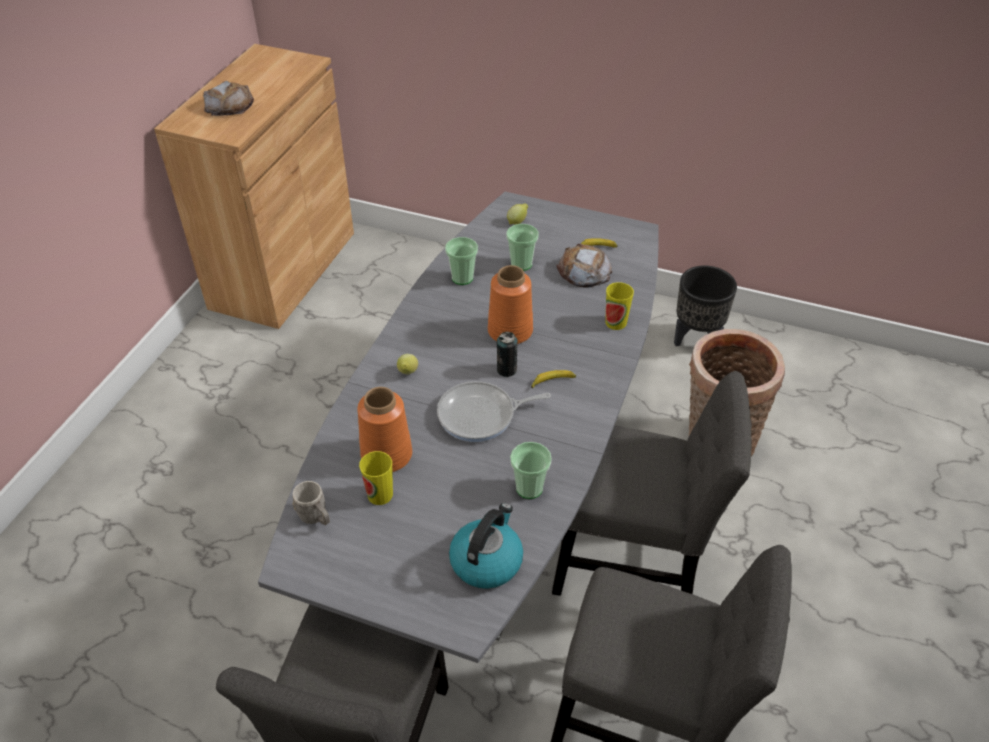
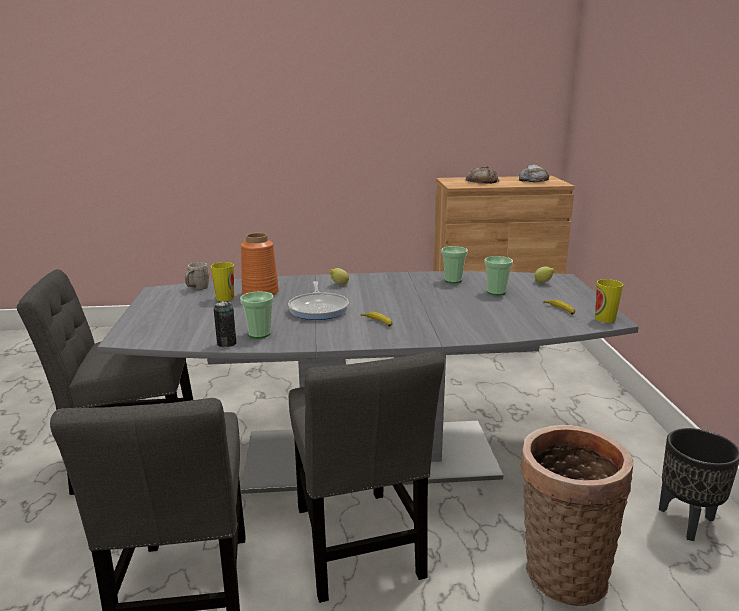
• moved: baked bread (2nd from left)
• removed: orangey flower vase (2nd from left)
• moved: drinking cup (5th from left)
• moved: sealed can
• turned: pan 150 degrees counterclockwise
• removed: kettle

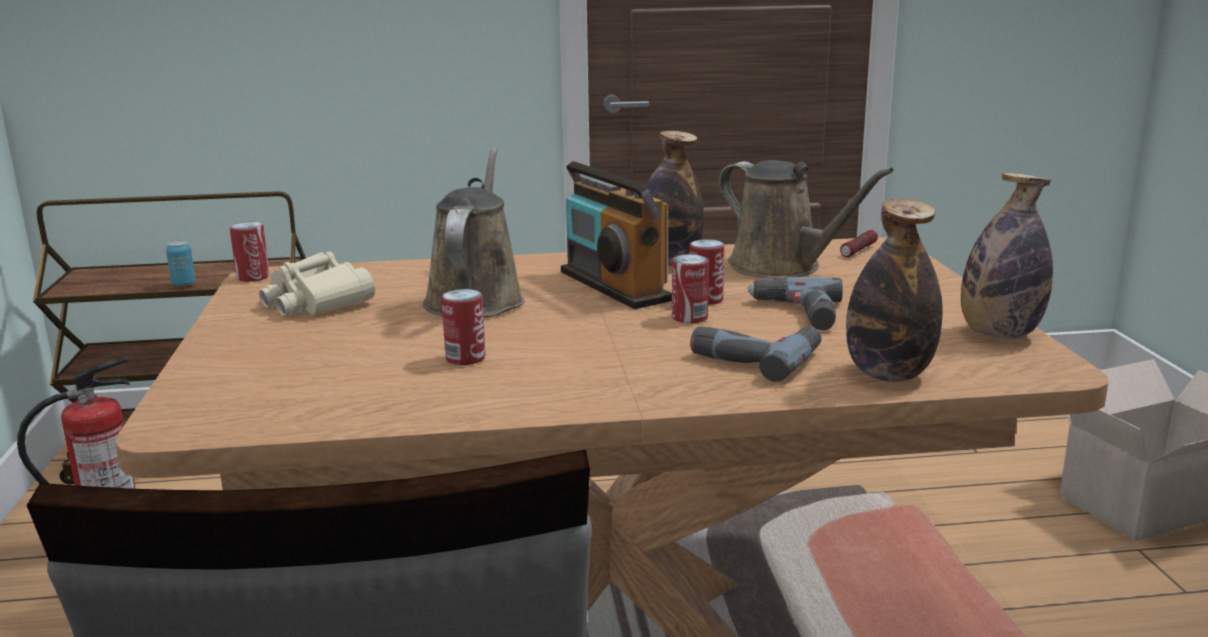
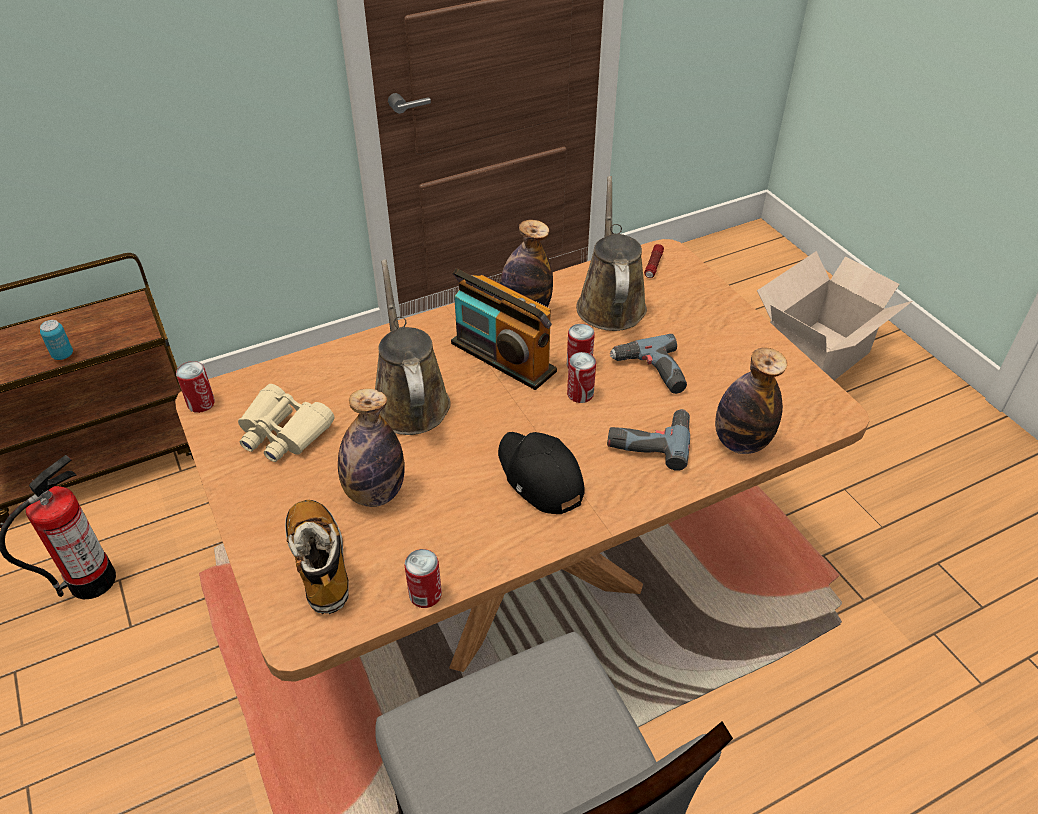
• turned: brownish watering pot (2nd from left) 120 degrees counterclockwise
• moved: drink bottle (3rd from left in the first image) to drink bottle (1st from left)
• moved: sealed can (3rd from left)
• added: blackish peaked cap
• added: high-top boot

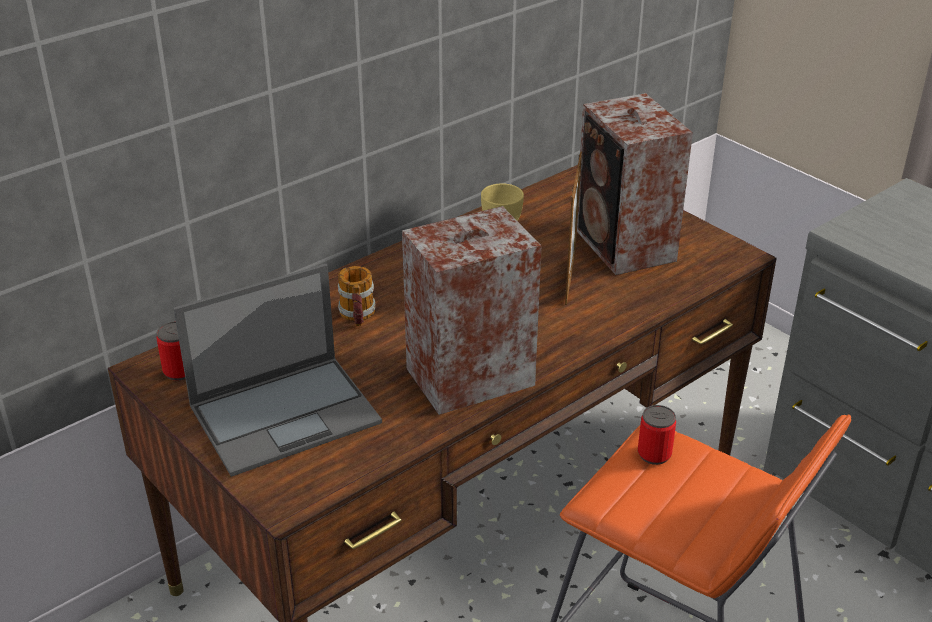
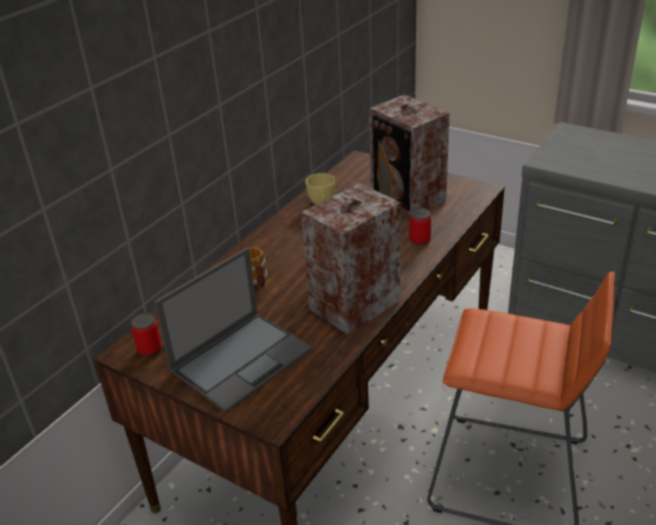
• moved: sealed can (2nd from left)

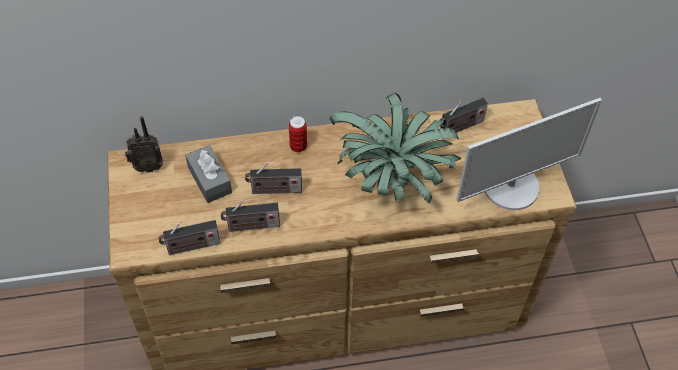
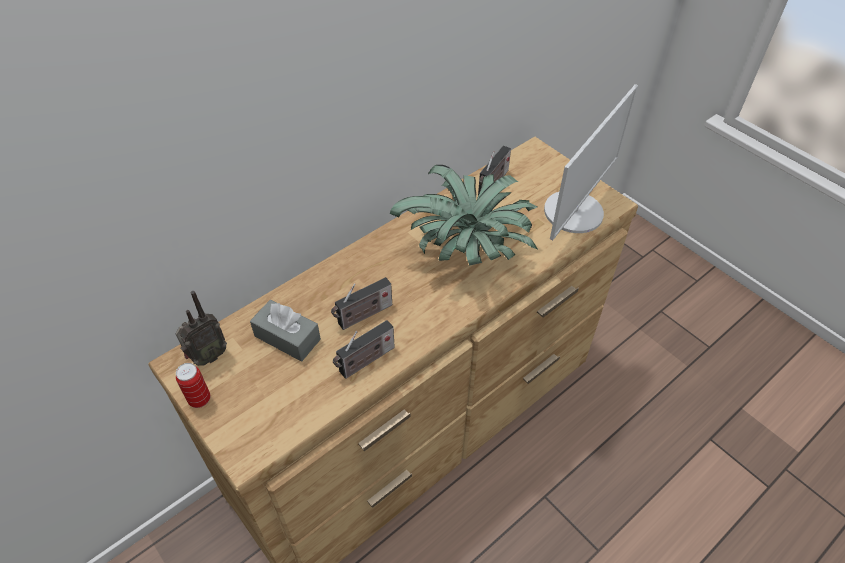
• moved: sealed can
• removed: radio set (2nd from left)

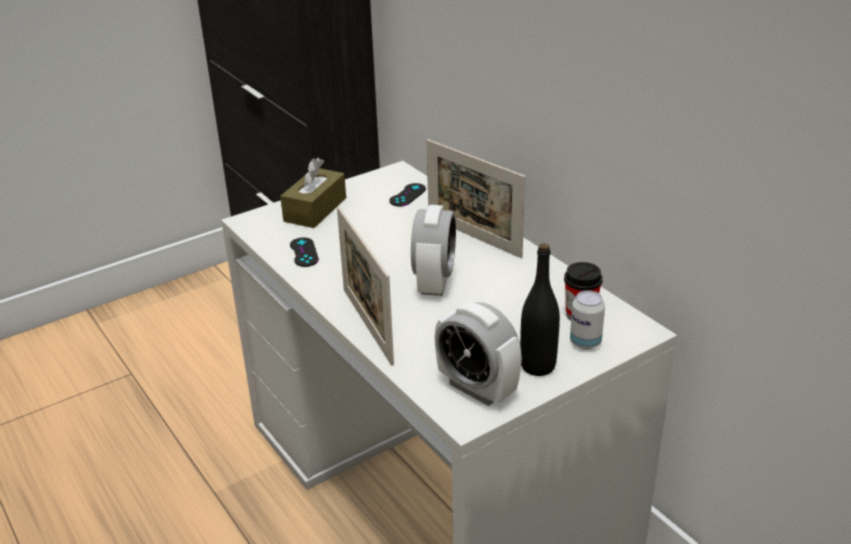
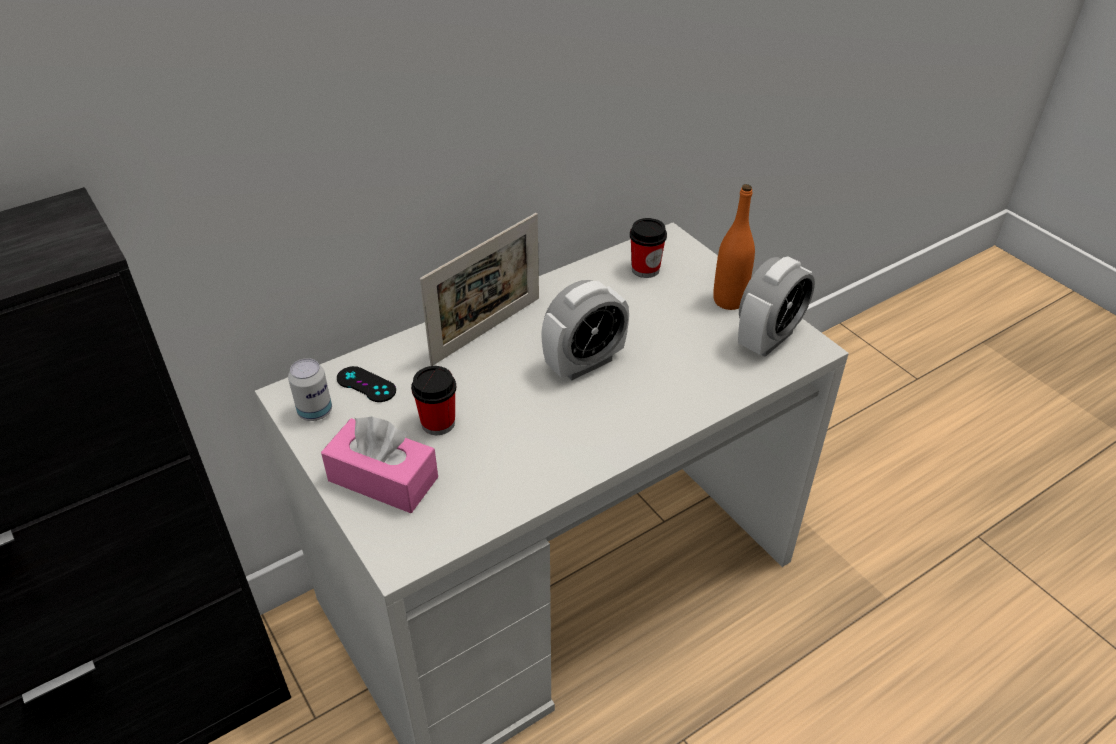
• recoloured: brownish tissue holder to pink-coloured tissue holder
• turned: alarm clock (1st from left) 135 degrees clockwise
• removed: standing frame (1st from left)
• removed: blackish gamepad (1st from left)
• recoloured: blackish drink bottle to orangey drink bottle
• moved: sealed can
• added: drinking cup (1st from left)

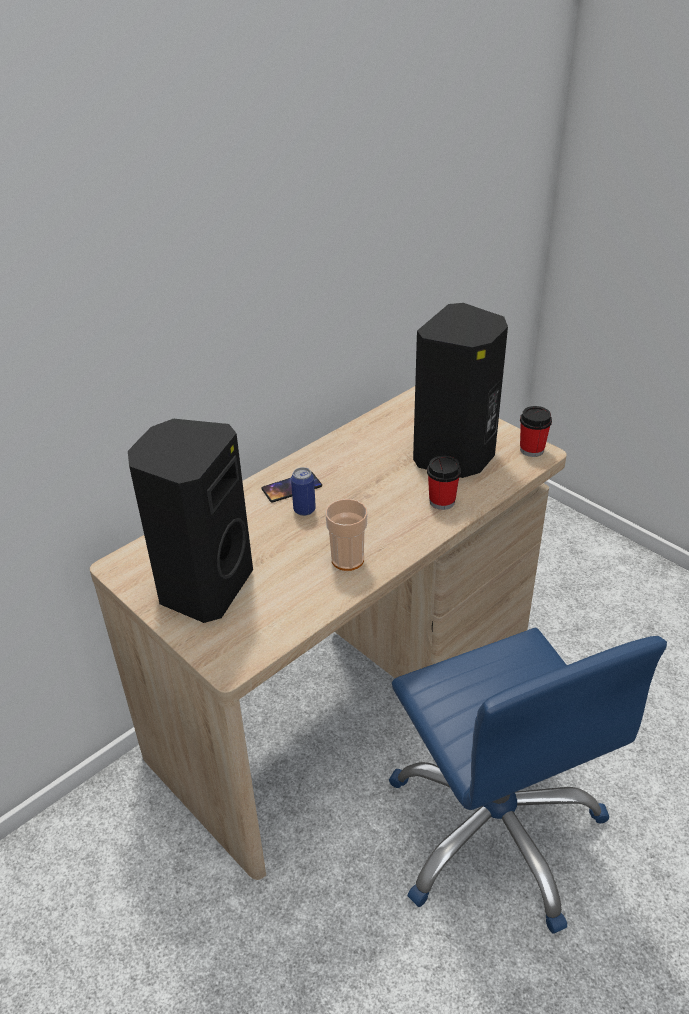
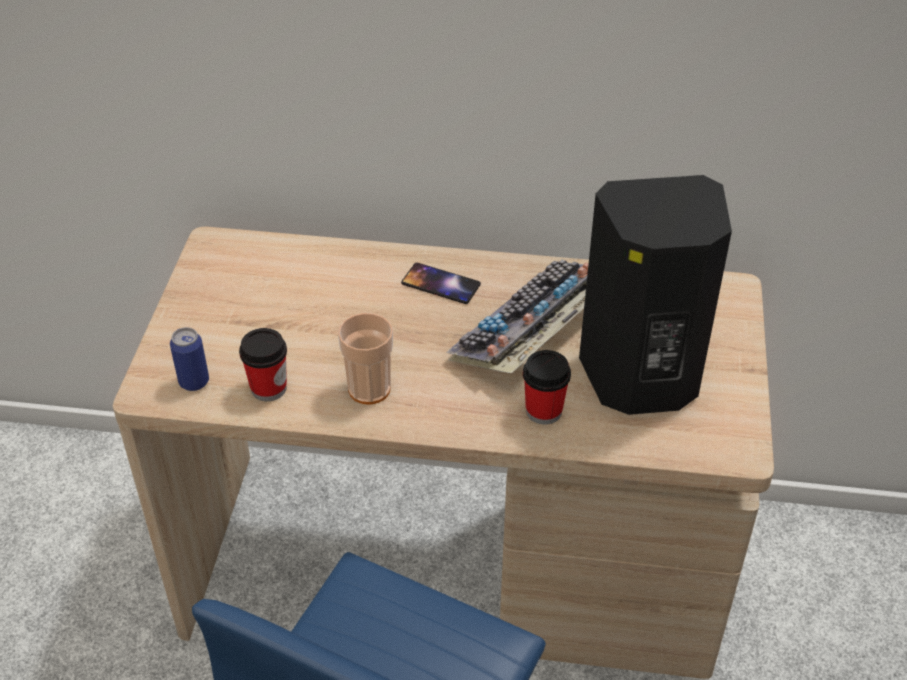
• moved: drinking cup (3rd from left in the first image) to drinking cup (1st from left)
• removed: blackish audio speaker (1st from left)
• moved: sealed can
• added: PC keyboard

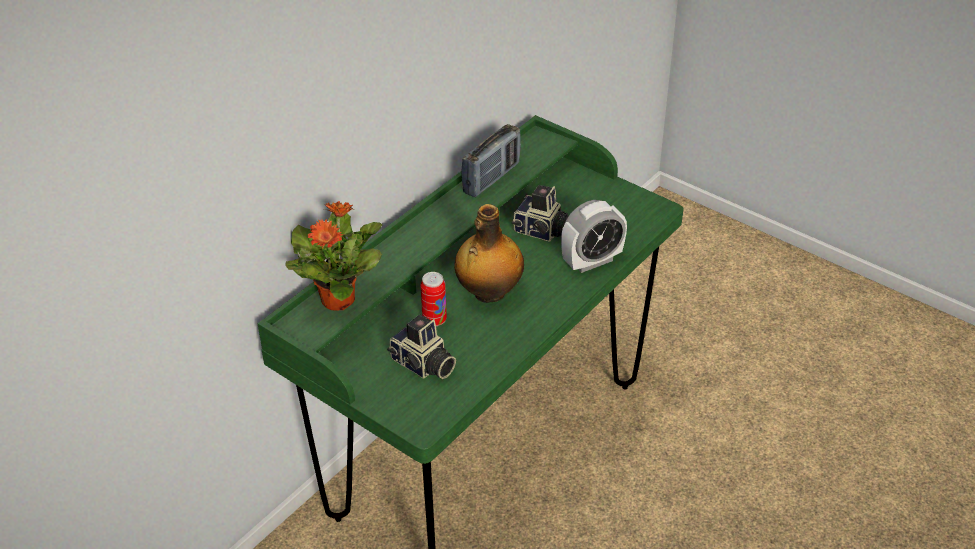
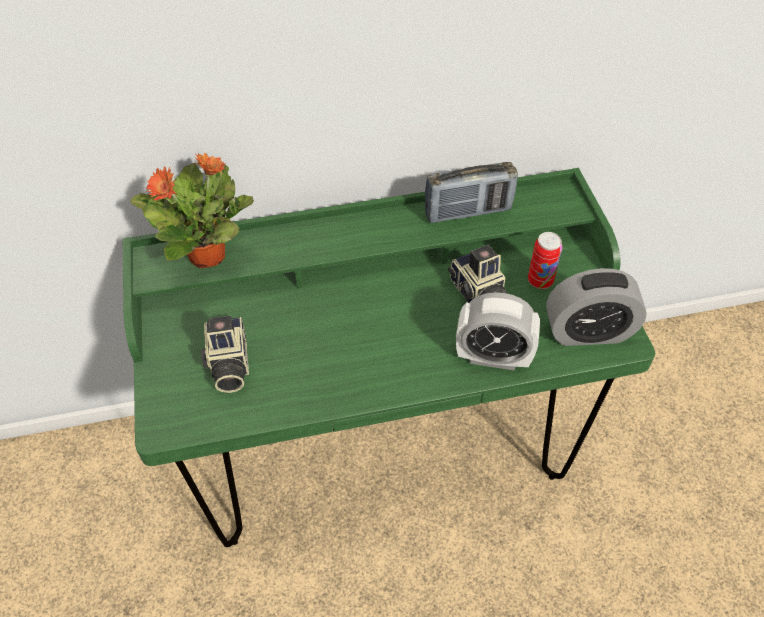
• removed: drink bottle
• moved: sealed can
• added: alarm clock (2nd from left)

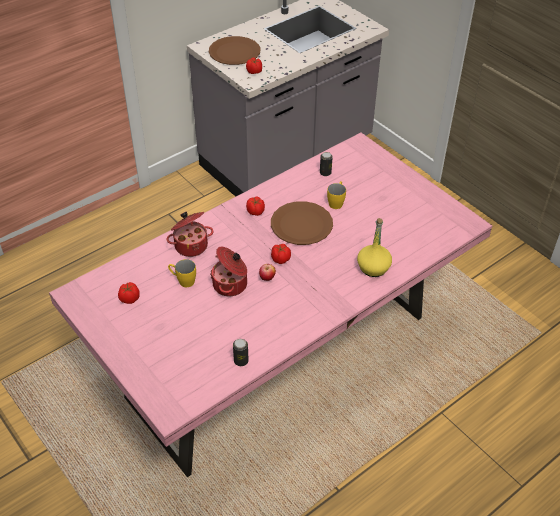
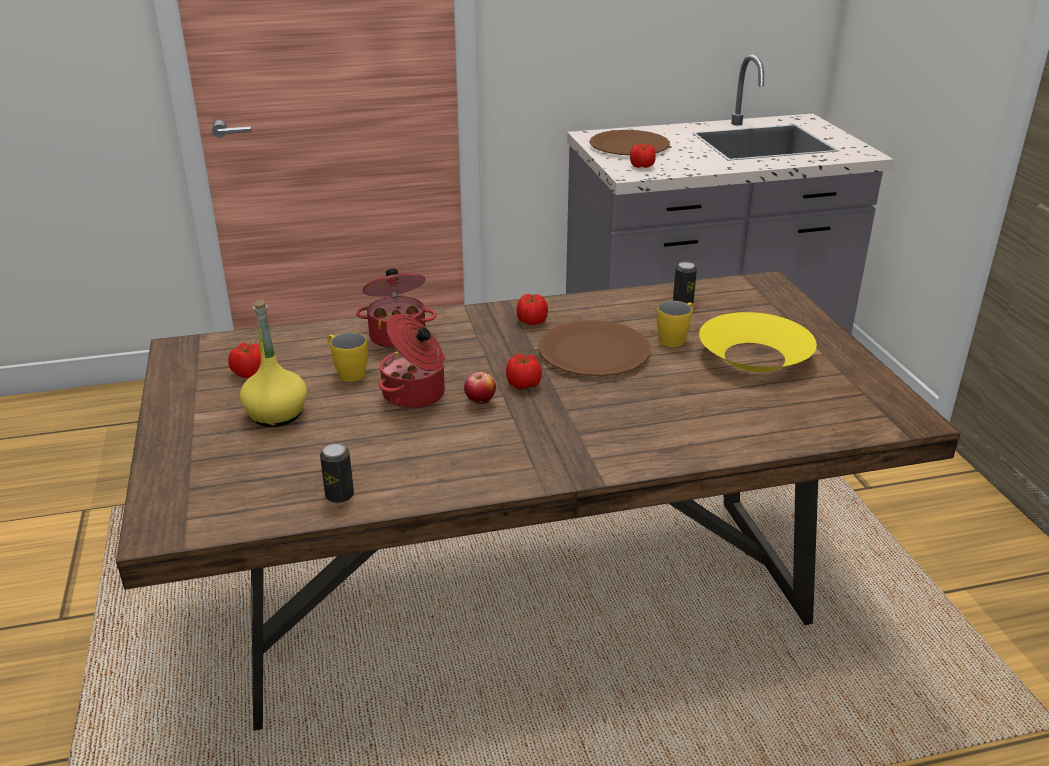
• recoloured: pink-coloured dining table to brownish dining table
• moved: yellow-coloured drink bottle
• added: yellow-coloured deep dish

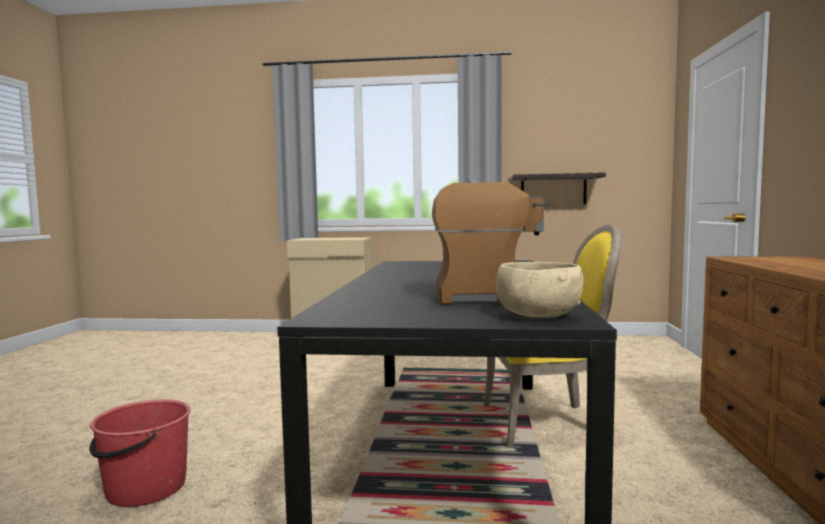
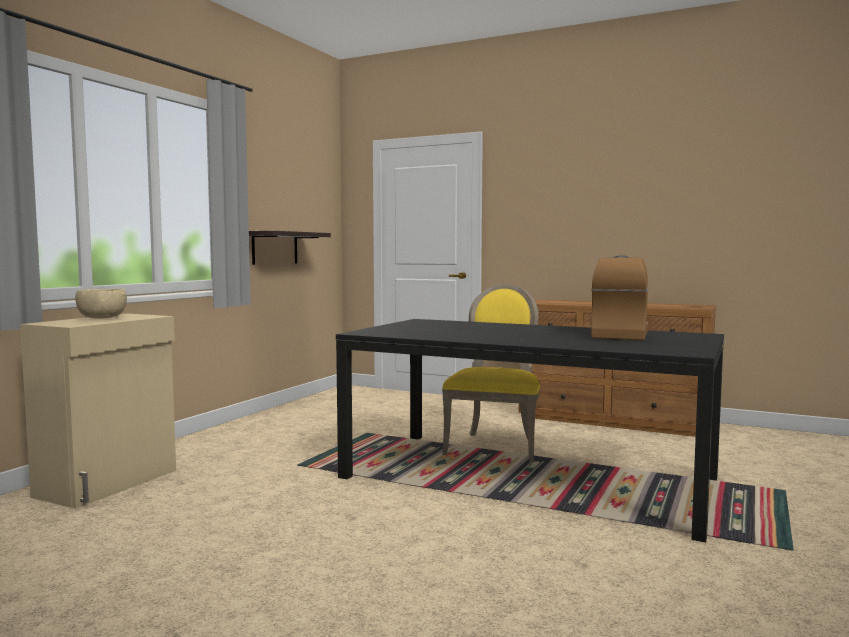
• moved: beige deep dish
• removed: red-coloured water bucket

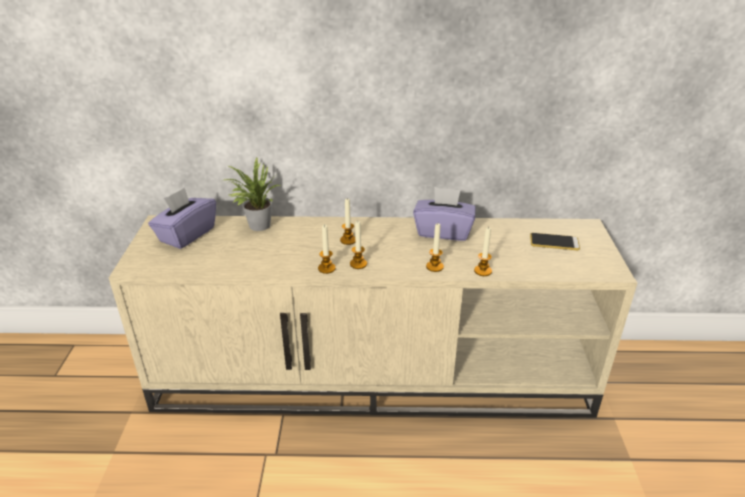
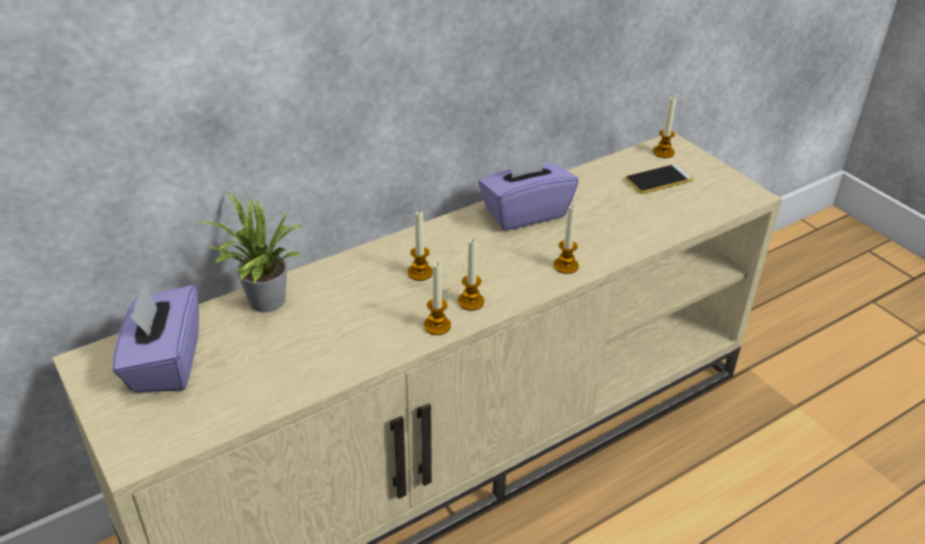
• moved: wax light (5th from left)

